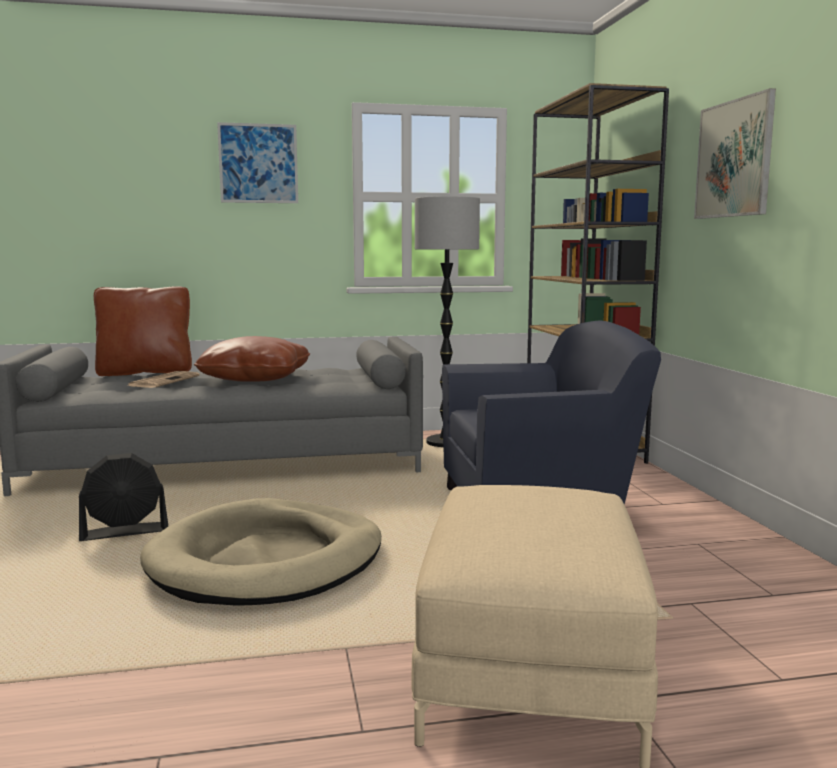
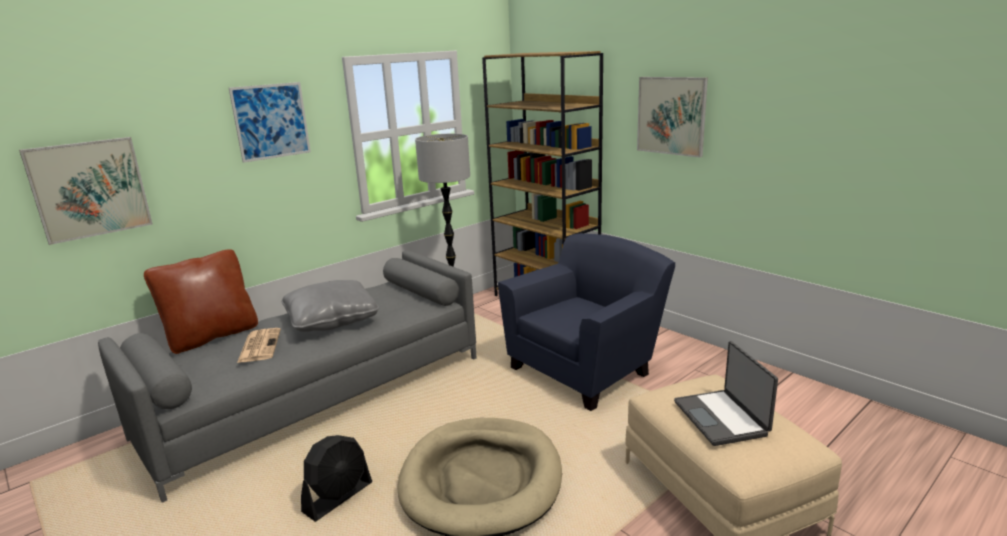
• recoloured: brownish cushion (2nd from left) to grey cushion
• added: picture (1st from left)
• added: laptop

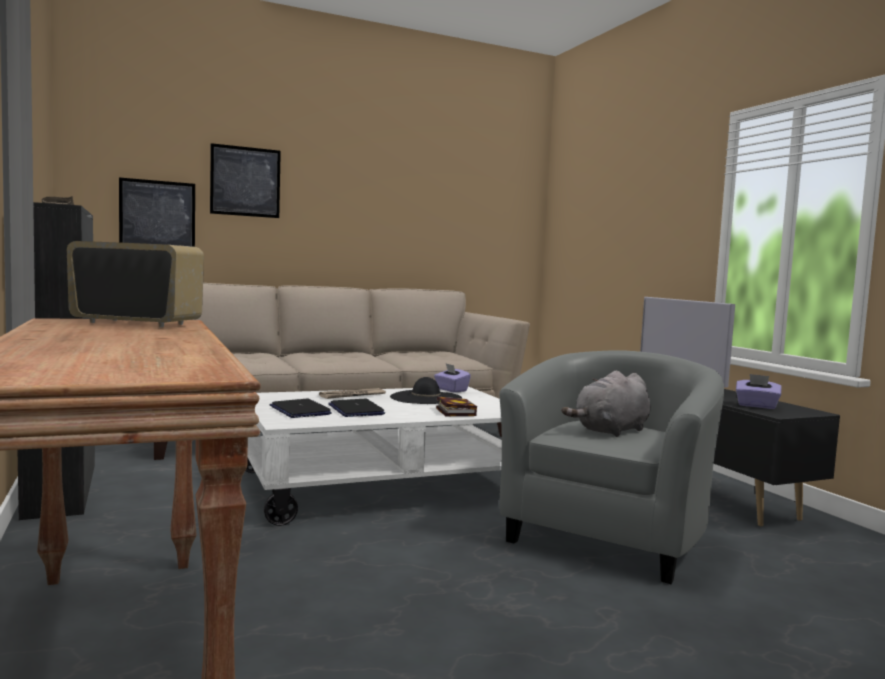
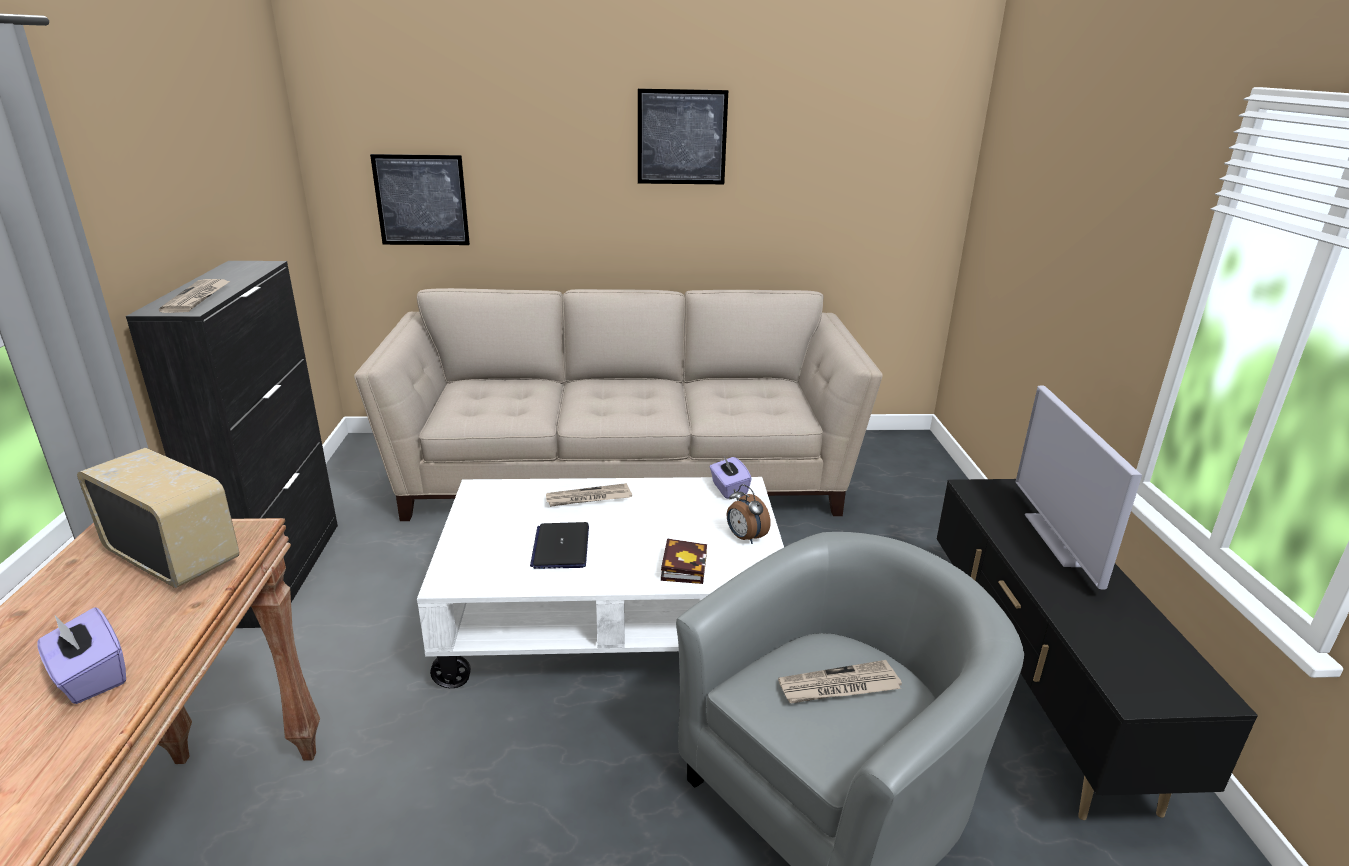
• moved: picture (2nd from left)
• replaced: grey cuddly toy to newspaper (3rd from left)
• moved: purple-coloured tissue holder (2nd from left in the first image) to purple-coloured tissue holder (1st from left)
• removed: blackish hat
• removed: laptop (1st from left)
• added: alarm clock

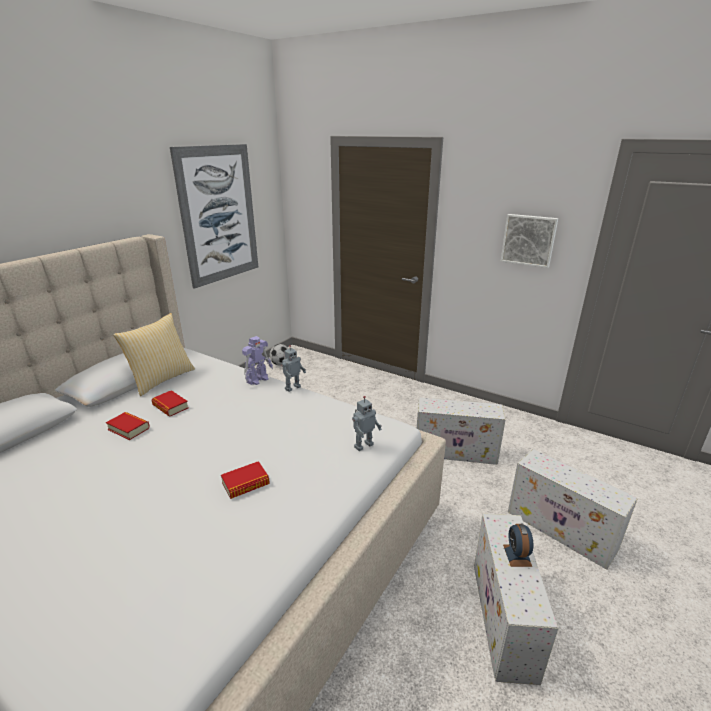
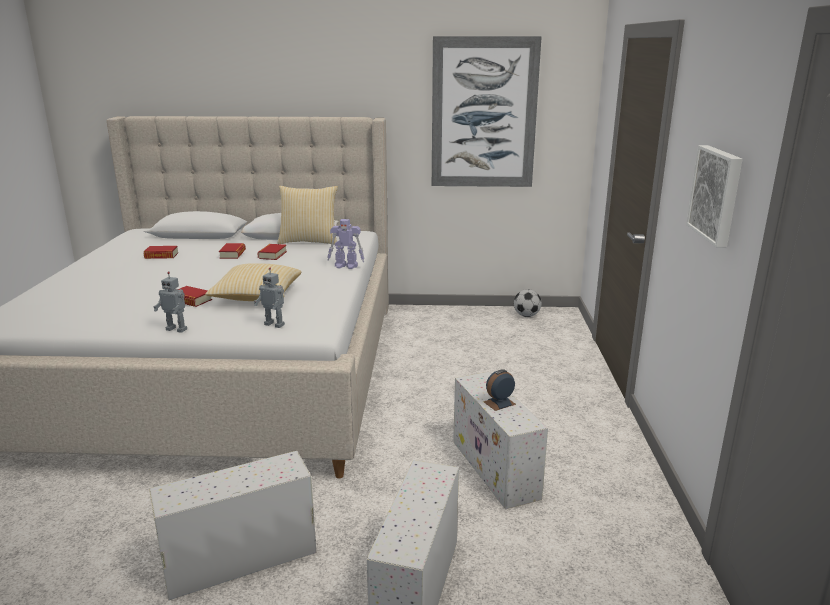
• moved: robot figure (2nd from left in the first image) to robot figure (1st from left)
• moved: alarm clock
• added: volume (1st from left)
• added: cushion (1st from left)

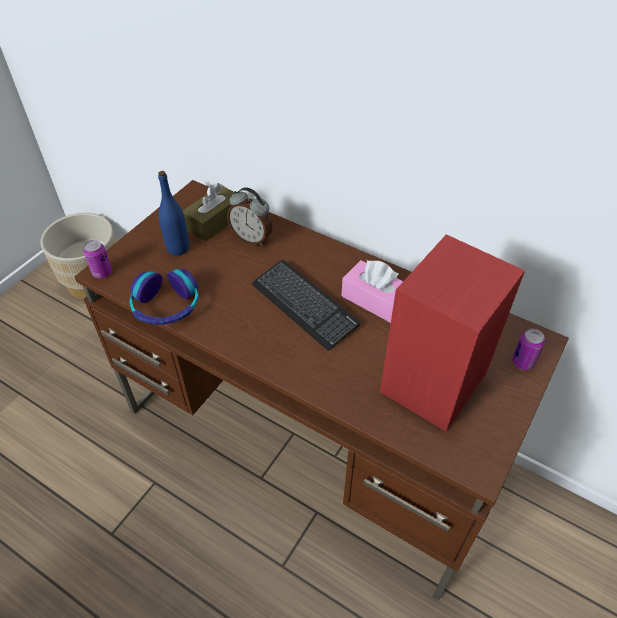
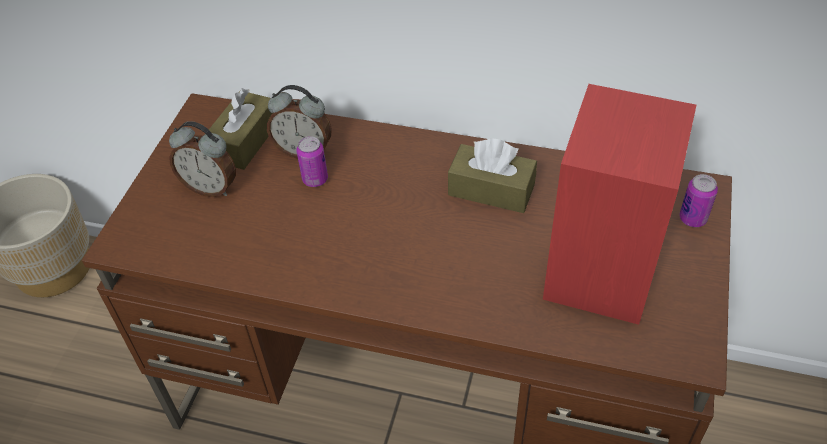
• replaced: blue-coloured drink bottle to alarm clock (1st from left)
• moved: sealed can (1st from left)
• removed: PC keyboard
• recoloured: pink-coloured tissue holder to brownish tissue holder (2nd from left)
• removed: pair of headphones

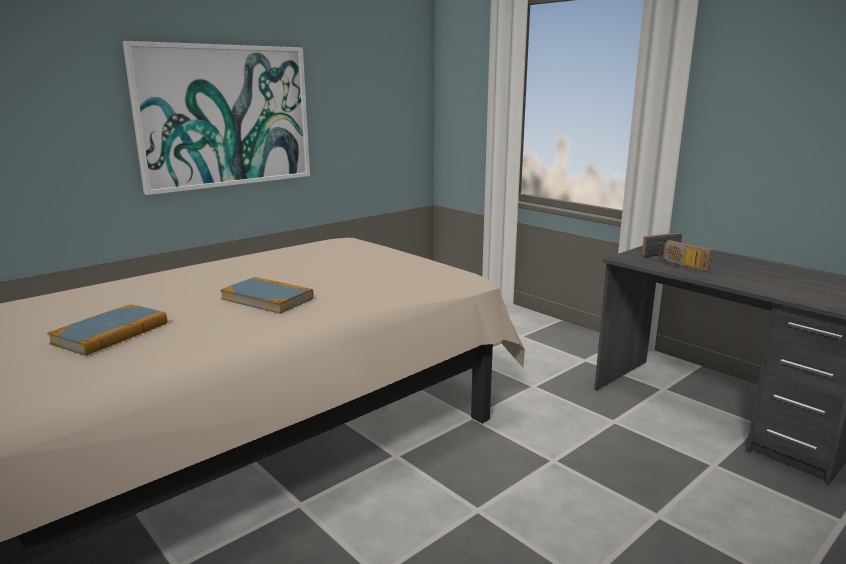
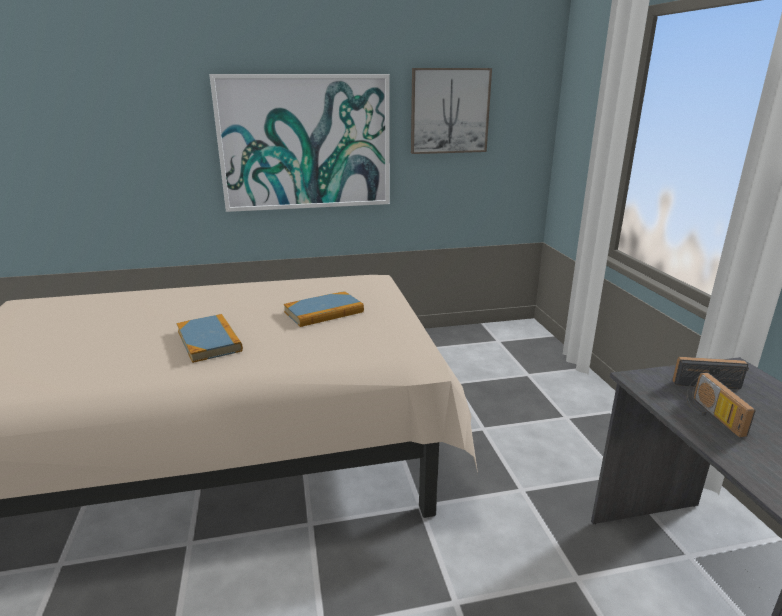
• moved: volume (1st from left in the first image) to volume (2nd from left)
• added: picture (2nd from left)

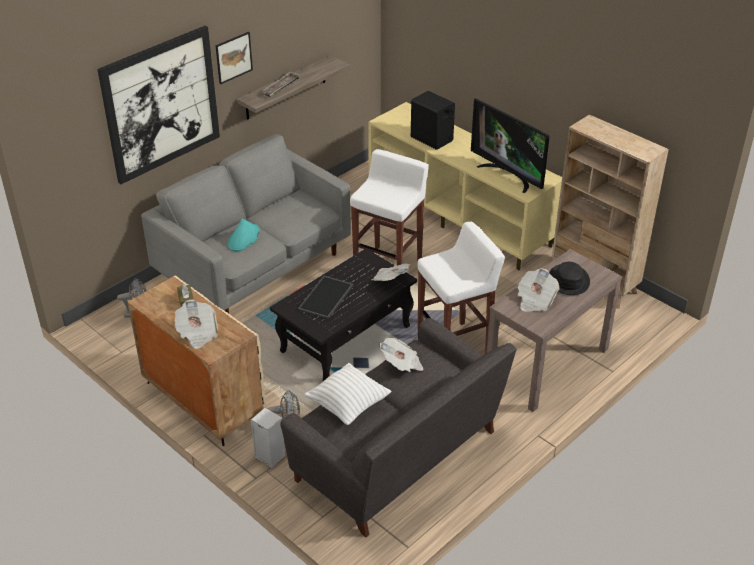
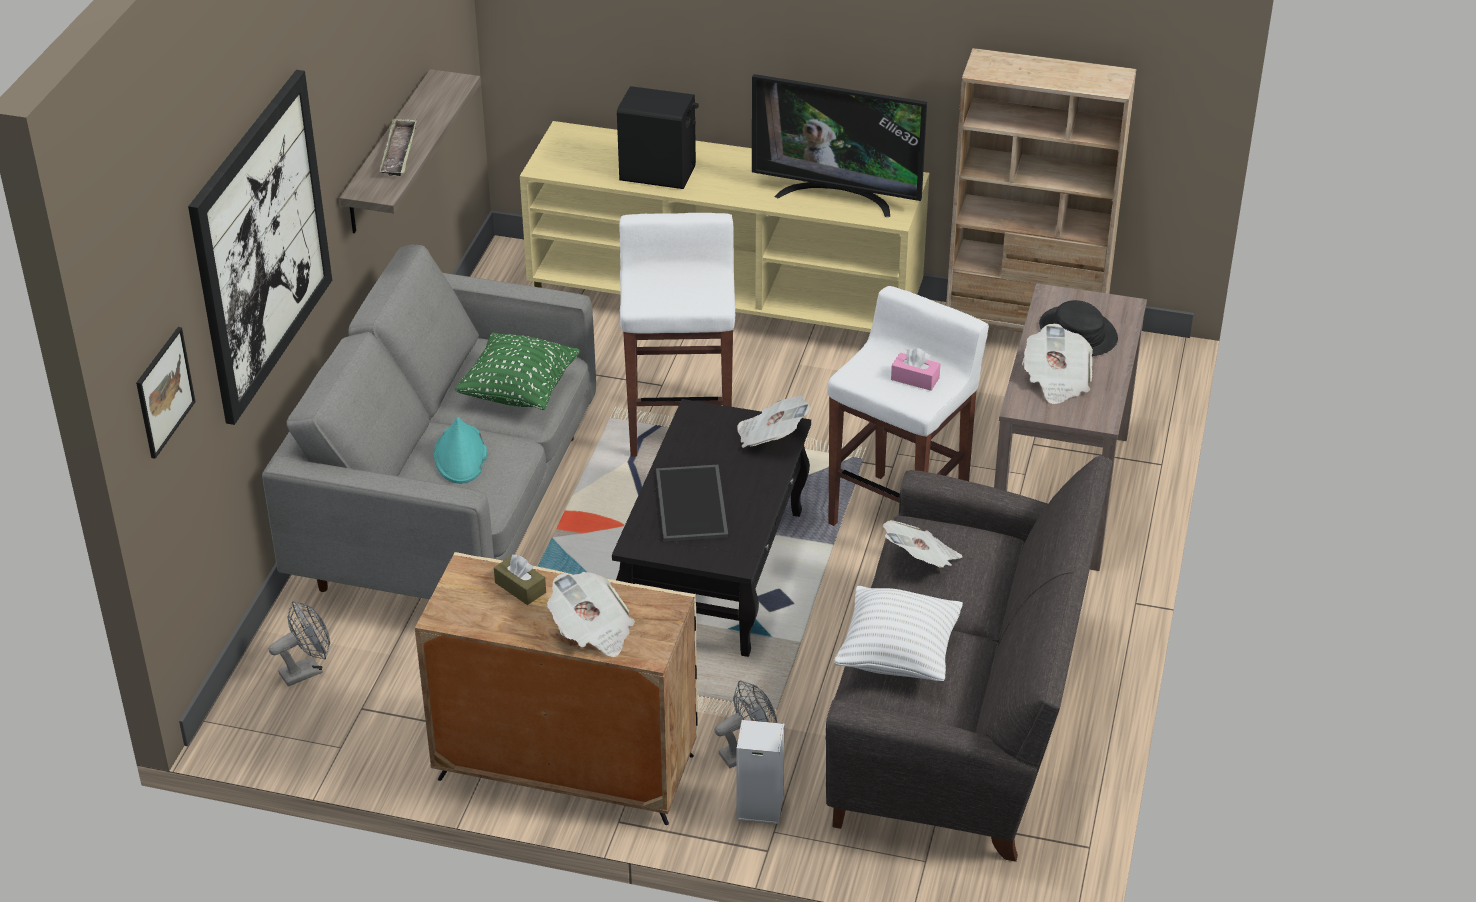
• moved: picture (2nd from left in the first image) to picture (1st from left)
• added: greenish cushion
• added: pink-coloured tissue holder

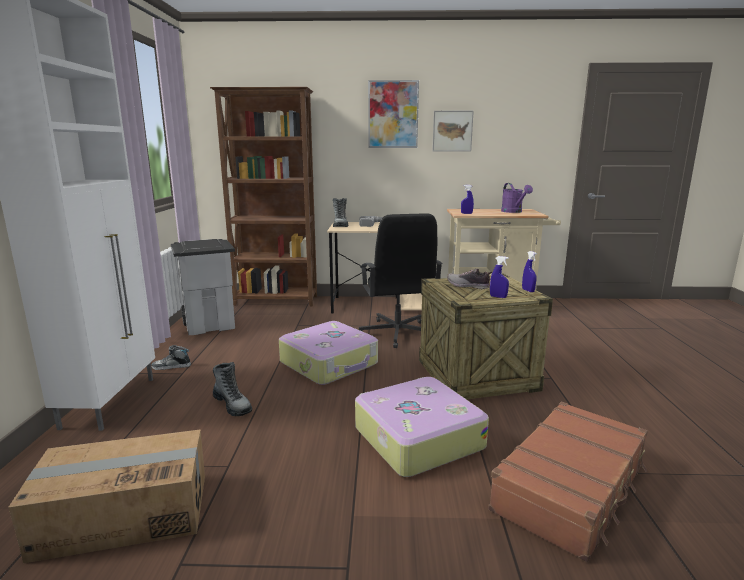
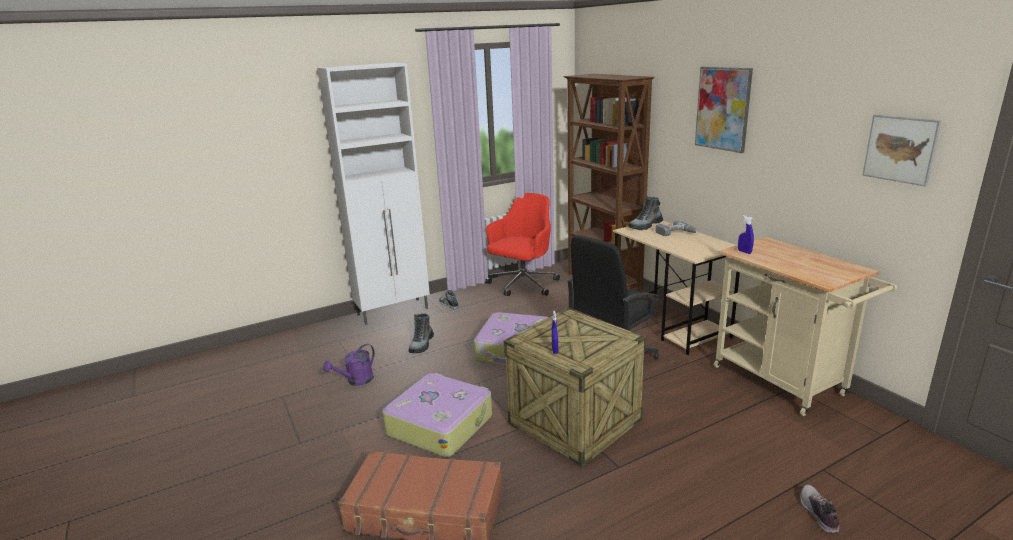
• moved: picture (2nd from left)
• moved: purple-coloured watering pot
• replaced: grey waste bin to red-coloured computer chair
• removed: blue-coloured sprayer (3rd from left)
• moved: low shoe (2nd from left)
• removed: packing box

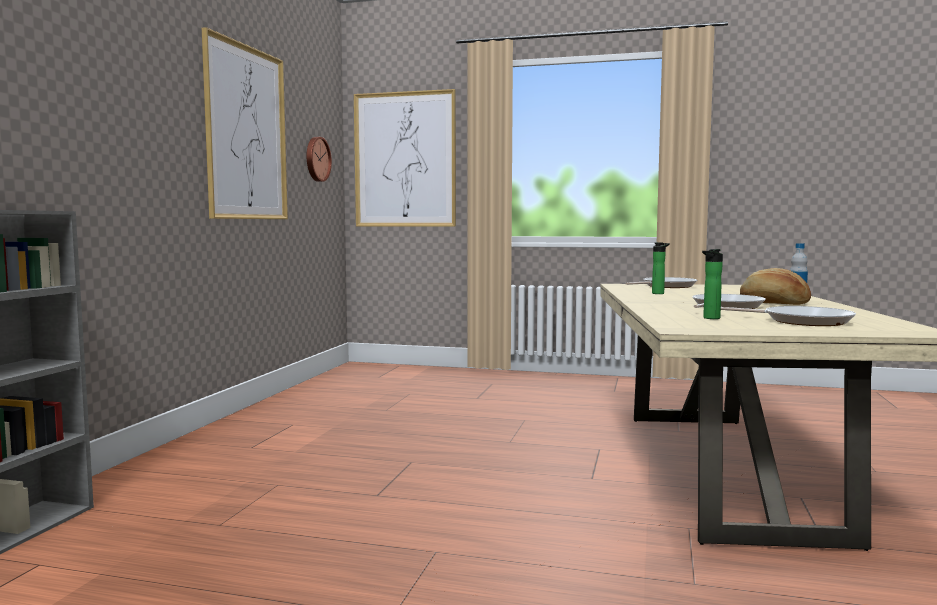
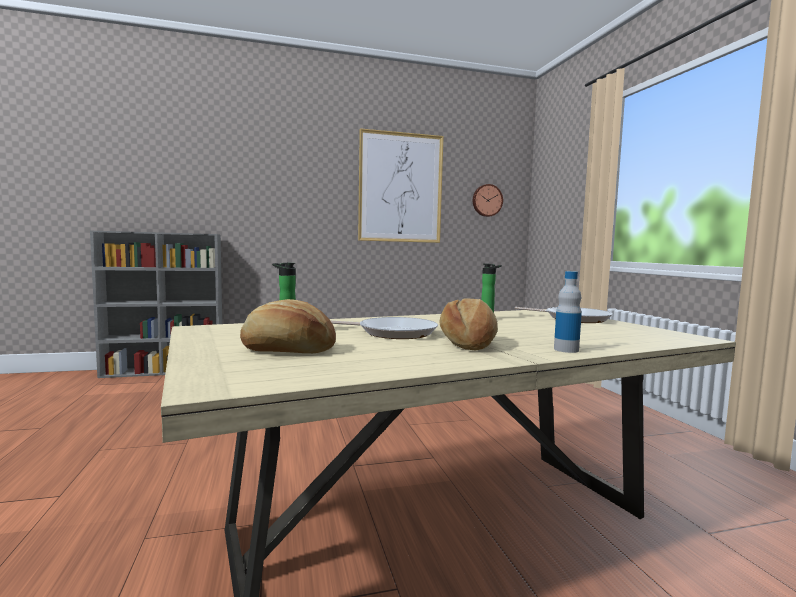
• removed: picture (2nd from left)
• replaced: pan (3rd from left) to baked bread (1st from left)

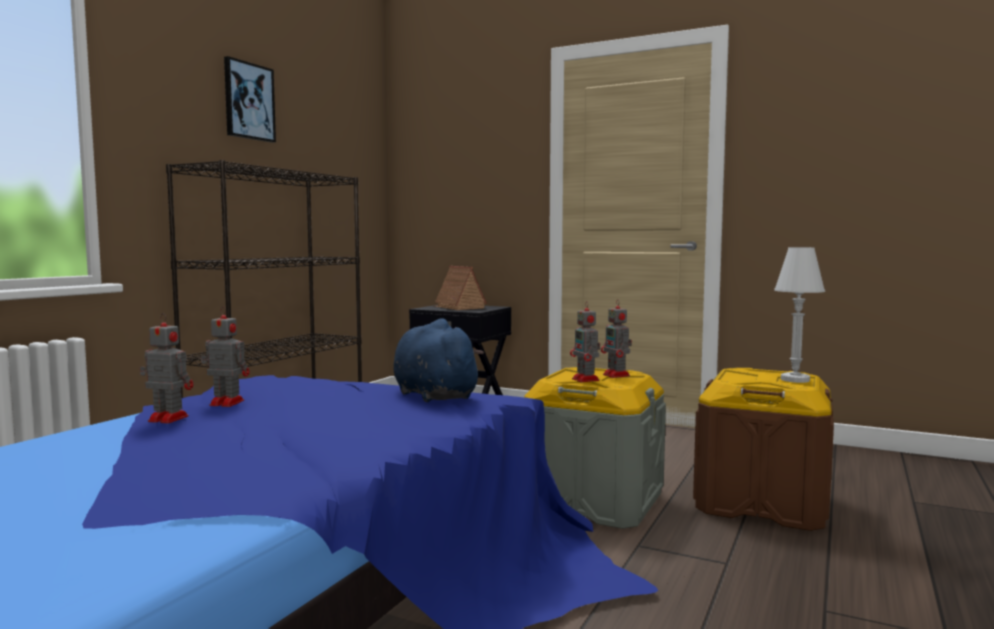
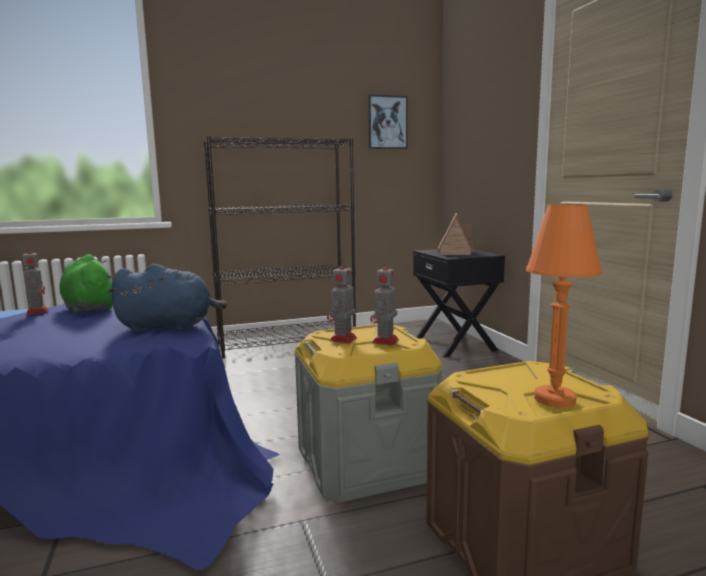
• moved: picture
• recoloured: white table lamp to orangey table lamp
• replaced: robot figure (2nd from left) to greenish cuddly toy
• turned: blue-coloured cuddly toy 75 degrees clockwise

